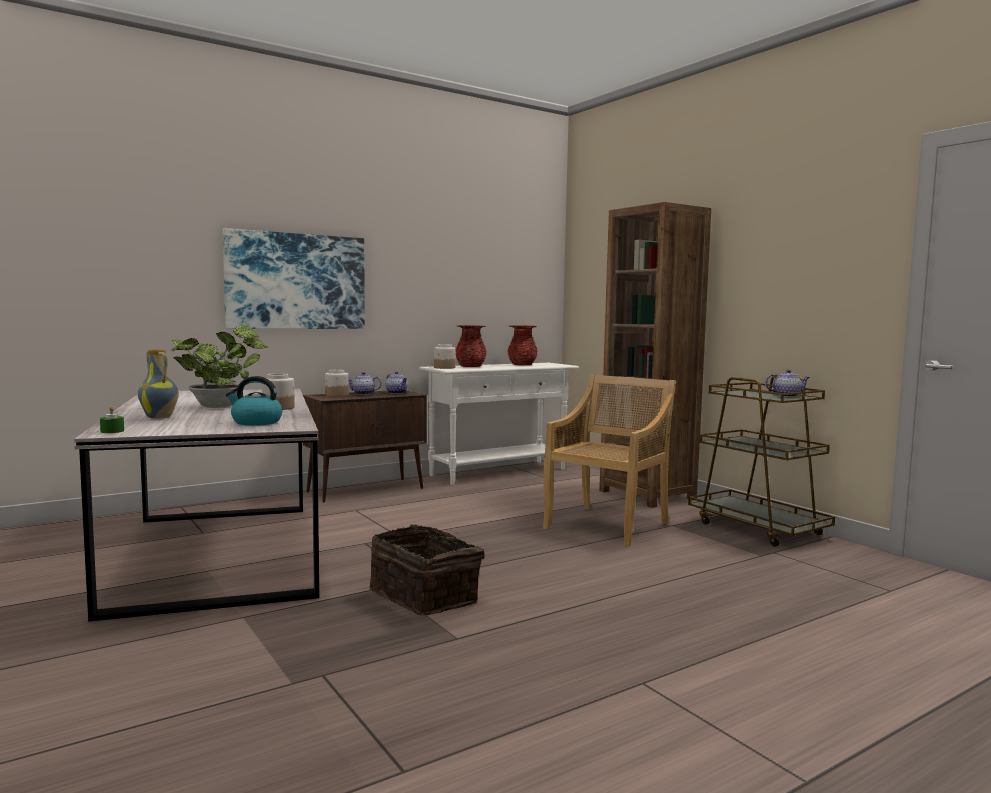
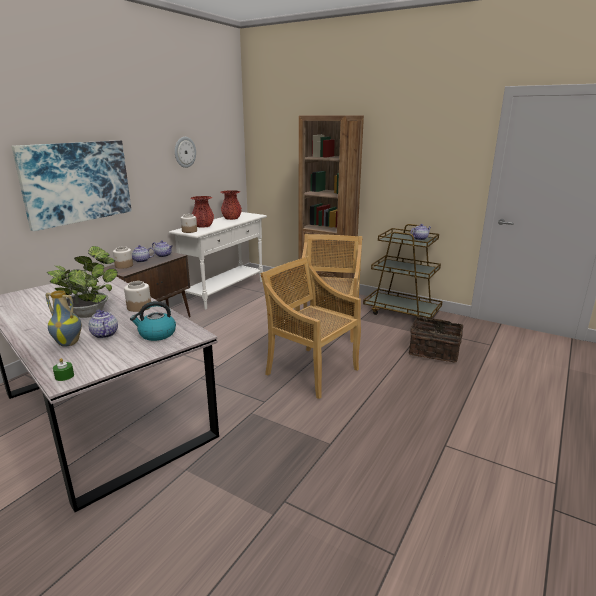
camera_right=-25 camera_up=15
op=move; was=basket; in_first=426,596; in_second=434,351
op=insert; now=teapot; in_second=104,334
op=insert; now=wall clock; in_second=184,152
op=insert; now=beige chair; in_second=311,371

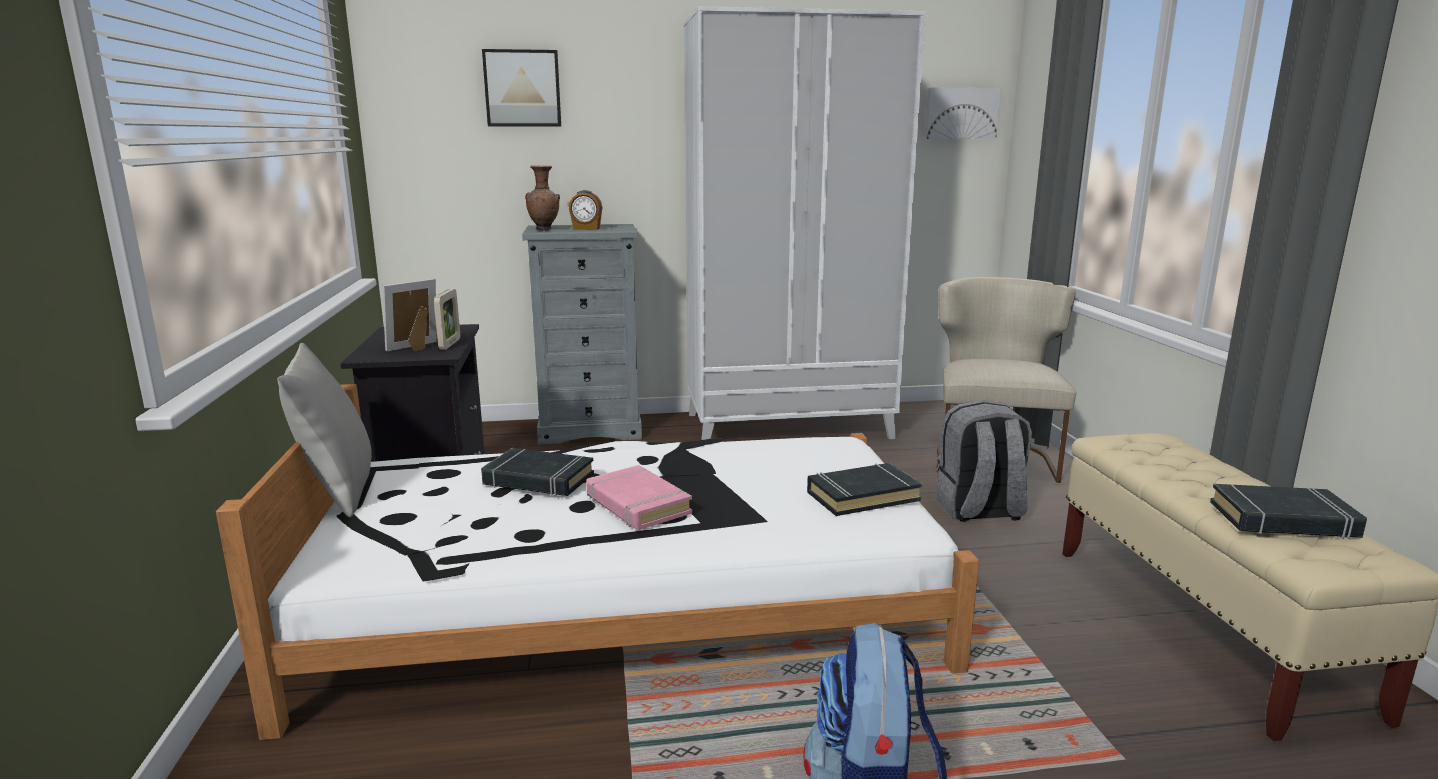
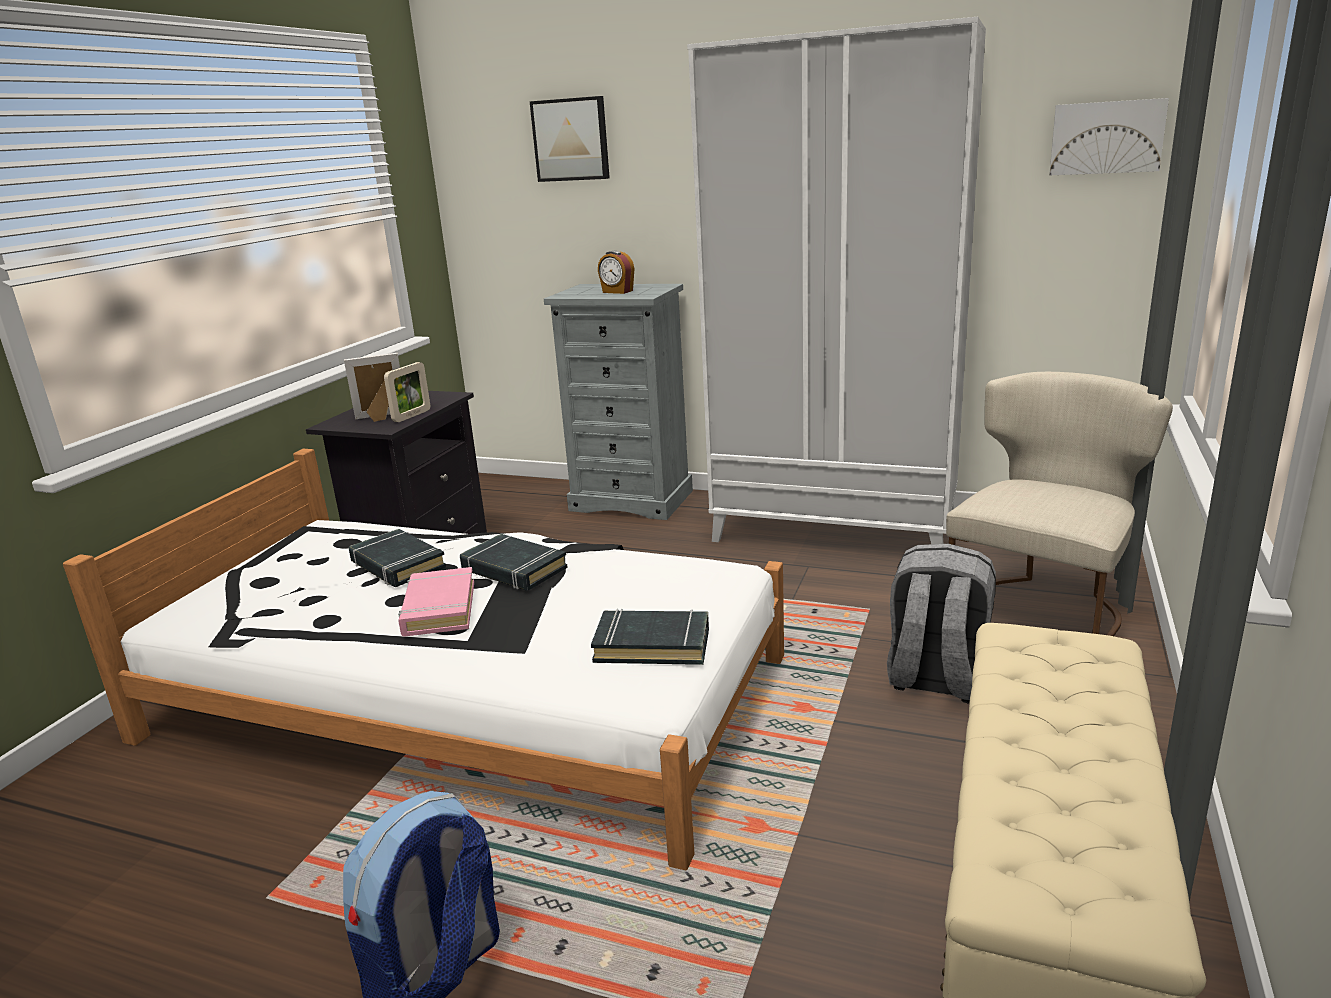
camera_right=30 camera_up=5
op=delete; was=grey pillow; in_first=337,490
op=delete; was=brown vase; in_first=544,229
op=move; was=black book; in_first=1283,520; in_second=513,569

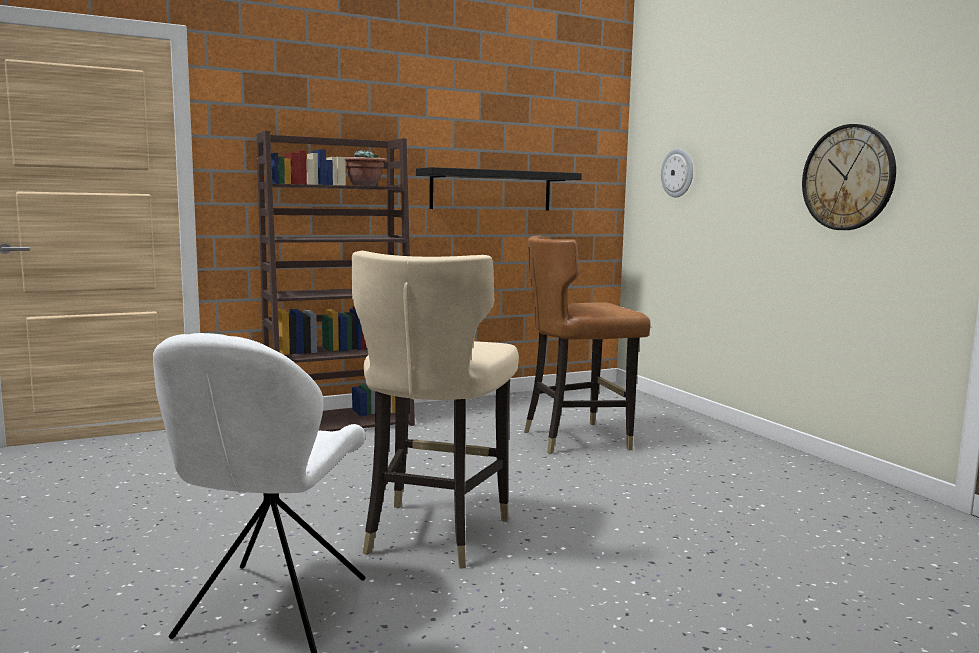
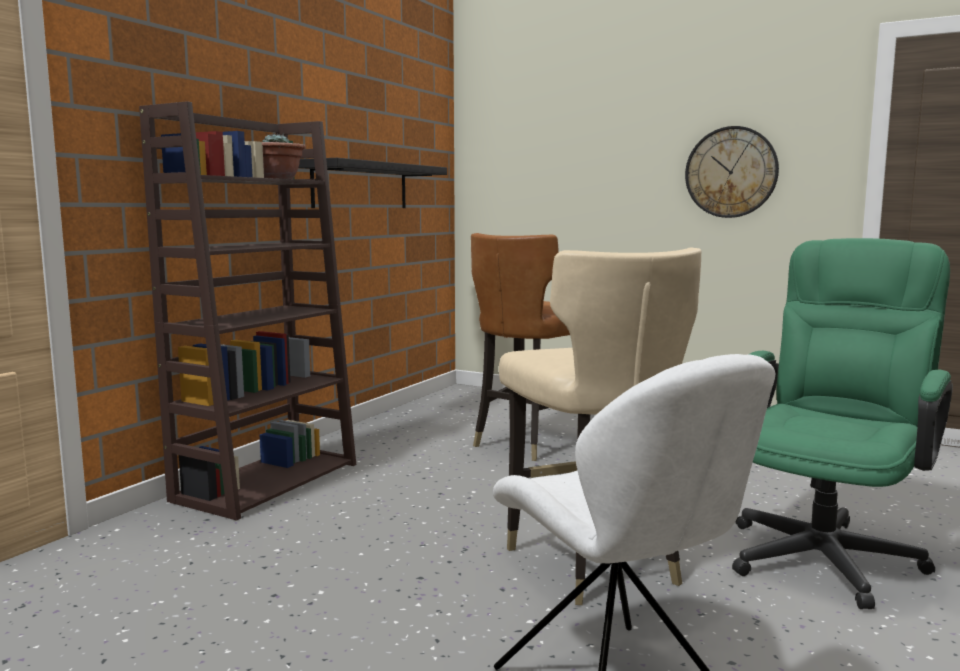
camera_right=-35 camera_up=0
op=delete; was=wall clock; in_first=678,173
op=insert; now=green office chair; in_second=827,551

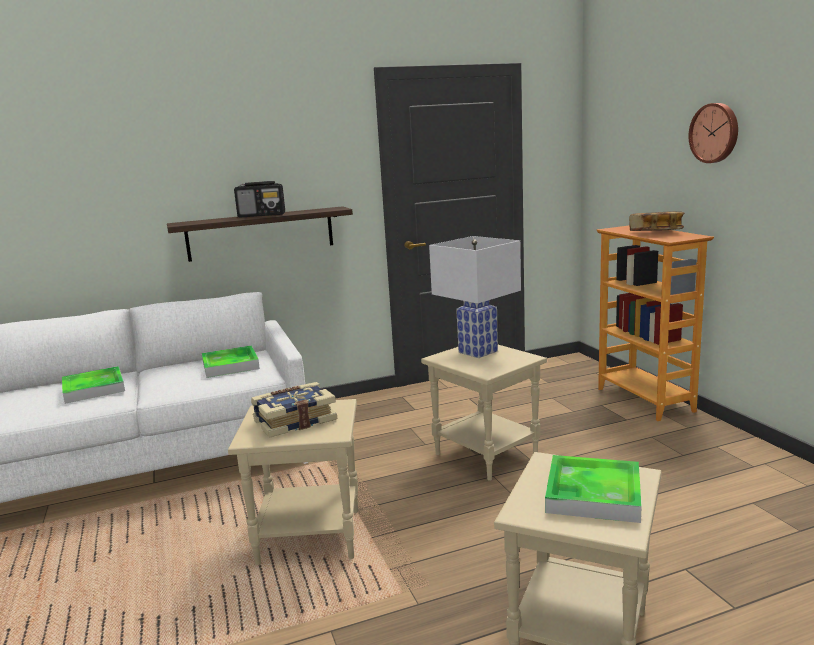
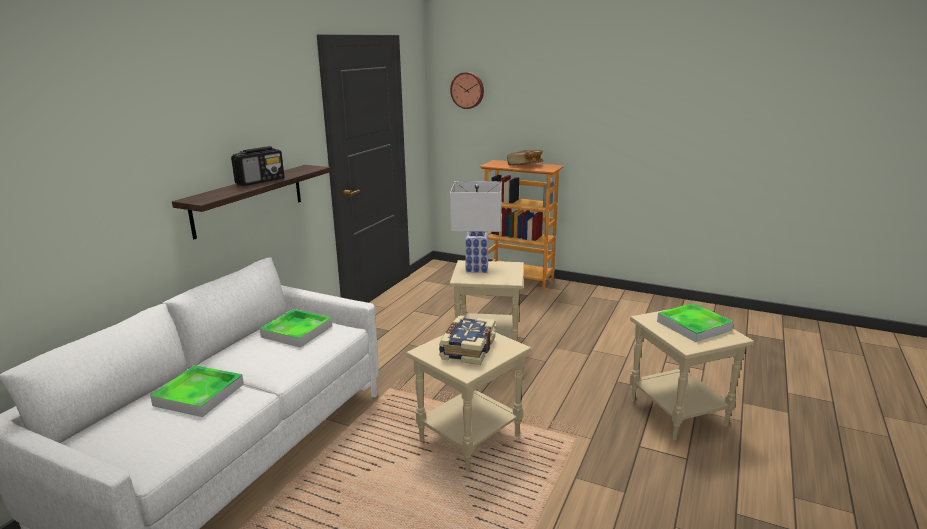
camera_right=-45 camera_up=5
op=move; was=wall clock; in_first=715,133; in_second=467,90

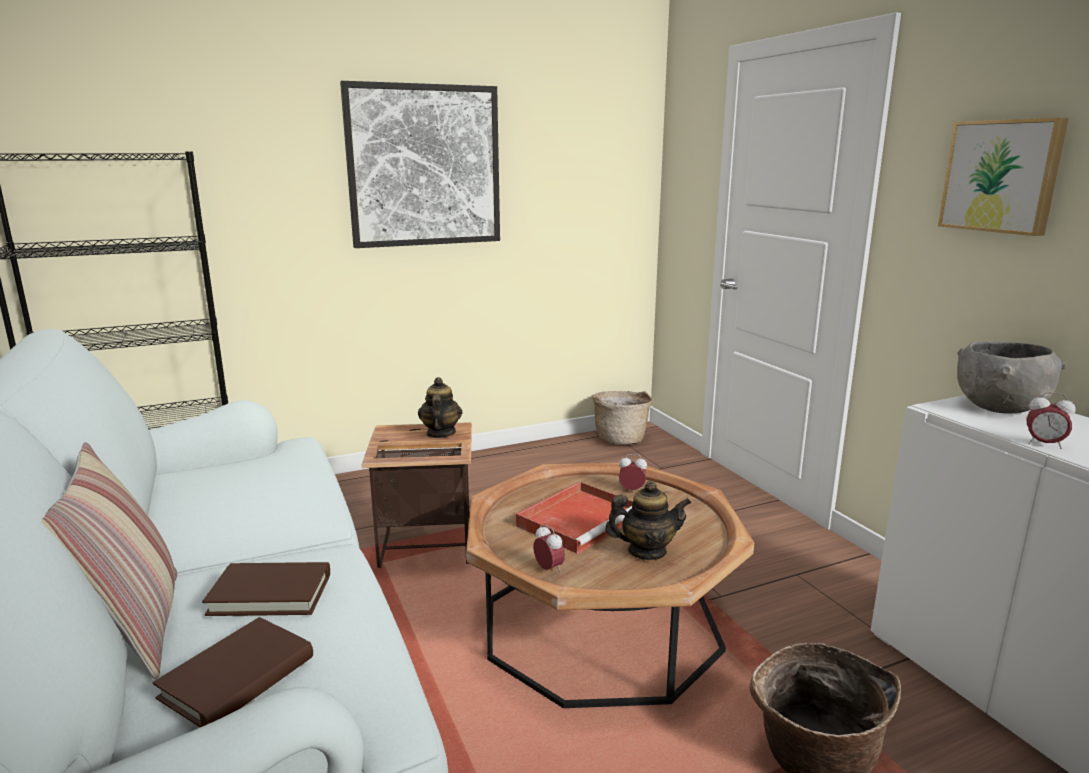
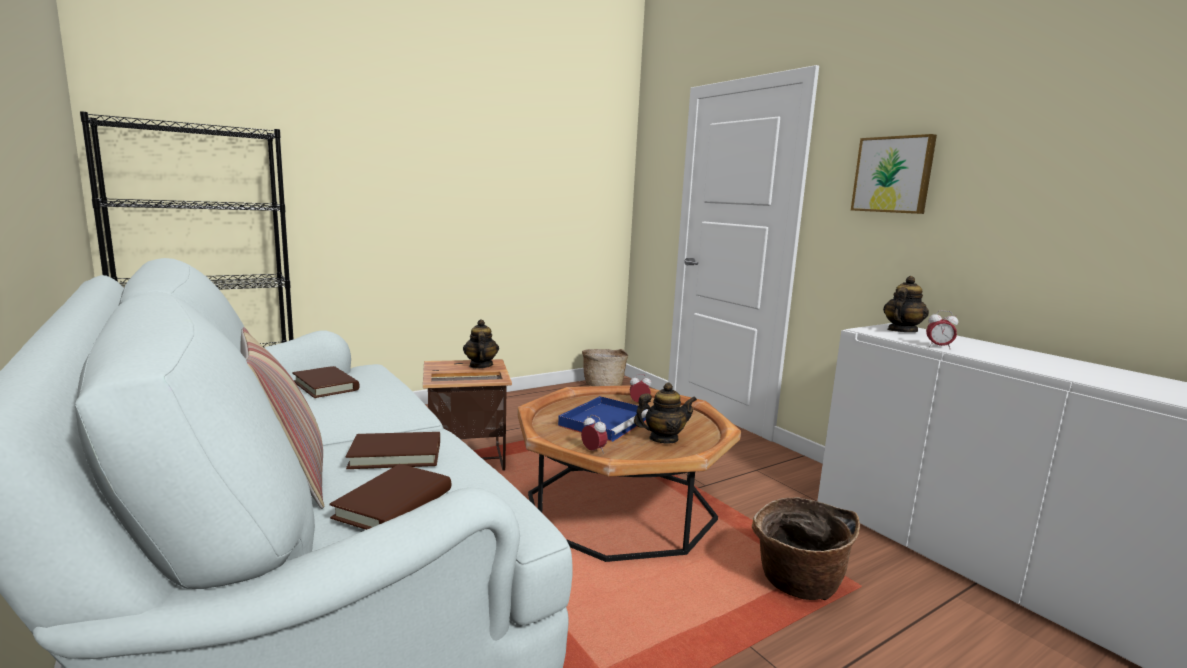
camera_right=-10 camera_up=-5
op=delete; was=picture; in_first=424,166
op=recolor; was=red tray; now=blue tray; in_first=579,520; in_second=606,421
op=replace; was=grey bowl; now=teapot; in_first=999,408; in_second=901,330
op=insert; now=brown book; in_second=326,386

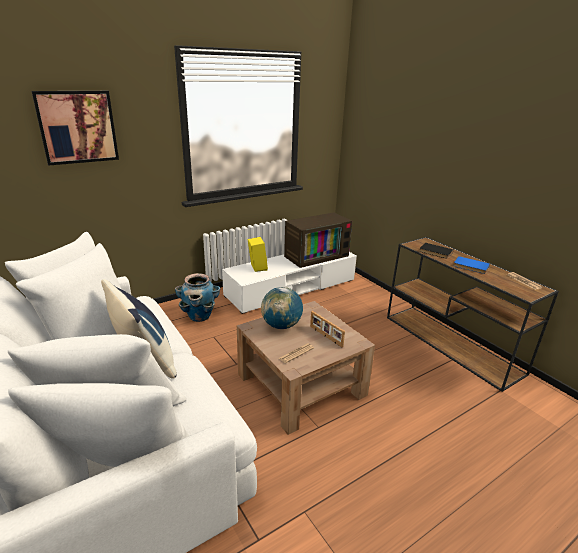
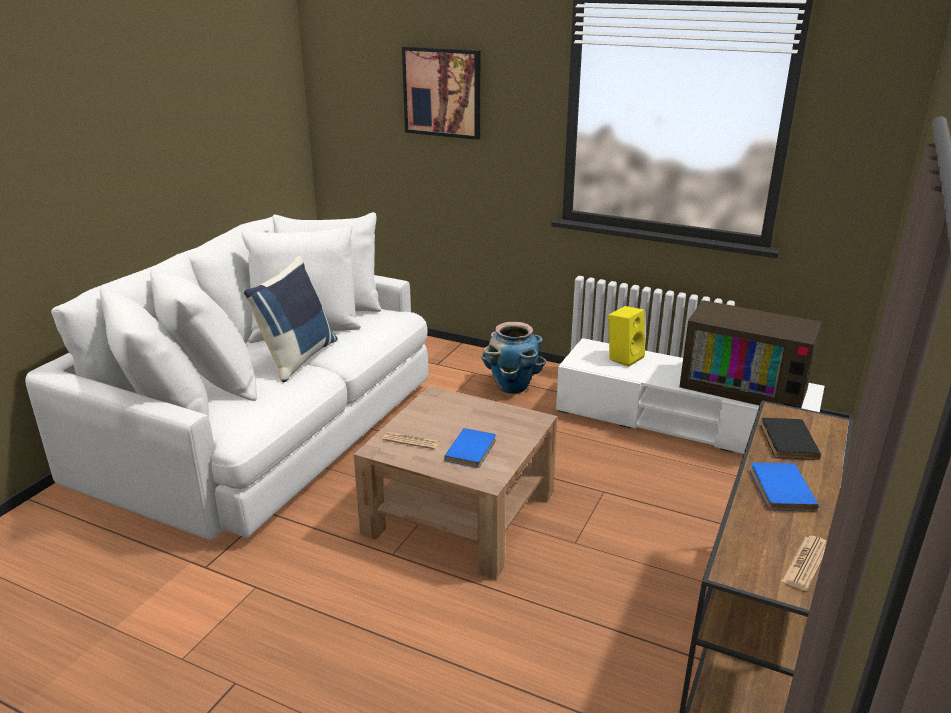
camera_right=60 camera_up=0
op=delete; was=globe; in_first=281,325
op=replace; was=picture frame; now=blue book; in_first=325,336; in_second=472,450

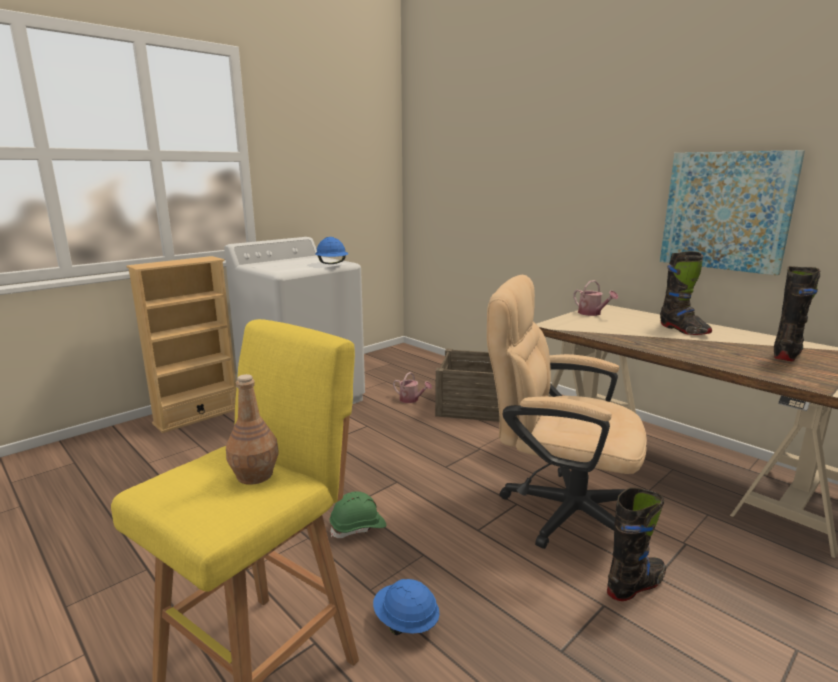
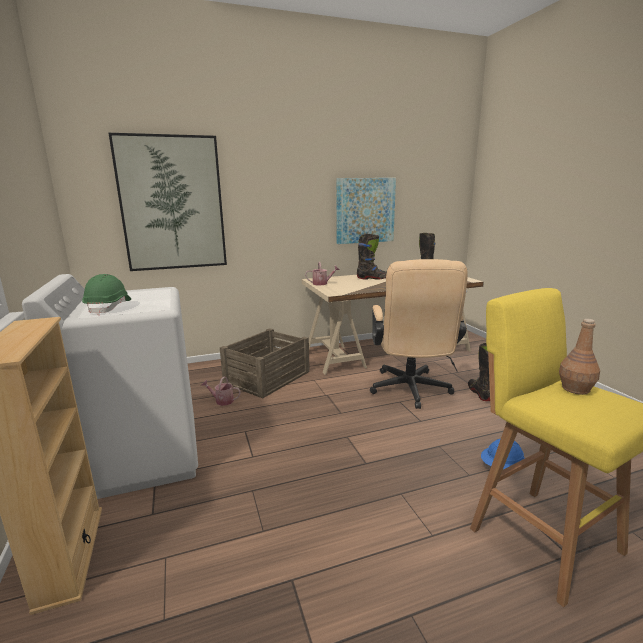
camera_right=-65 camera_up=0
op=delete; was=blue hard hat; in_first=332,264
op=move; was=green hard hat; in_first=358,527; in_second=109,307
op=rotate; was=watering can; in_first=411,400; in_second=222,401; clockwise=-135
op=rotate; was=beige office chair; in_first=558,508; in_second=411,391; clockwise=-45
op=insert; now=picture; in_second=172,204

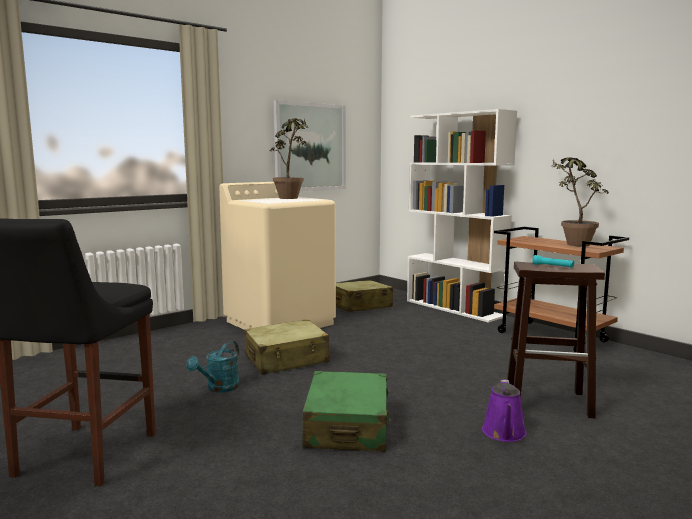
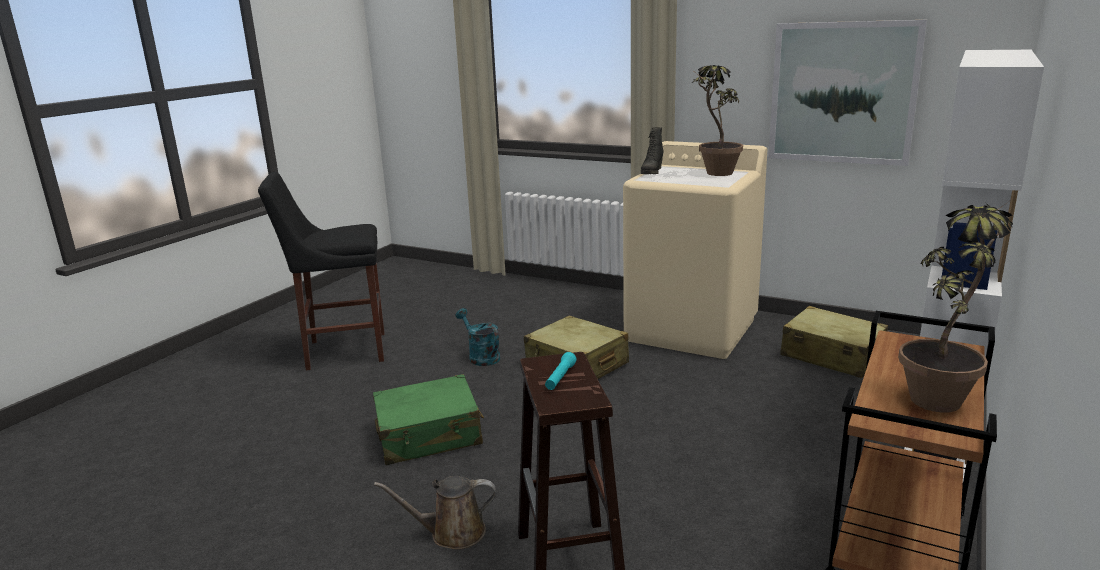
camera_right=70 camera_up=10
op=rotate; was=turquoise watering can; in_first=219,388; in_second=481,356; clockwise=45
op=recolor; was=purple watering can; now=brown watering can; in_first=504,434; in_second=452,533
op=insert; now=black boot; in_second=651,172

